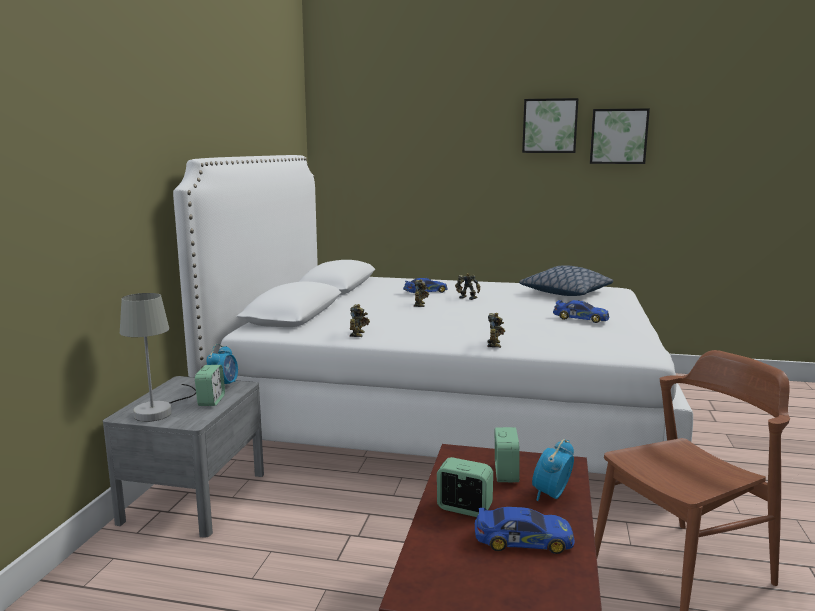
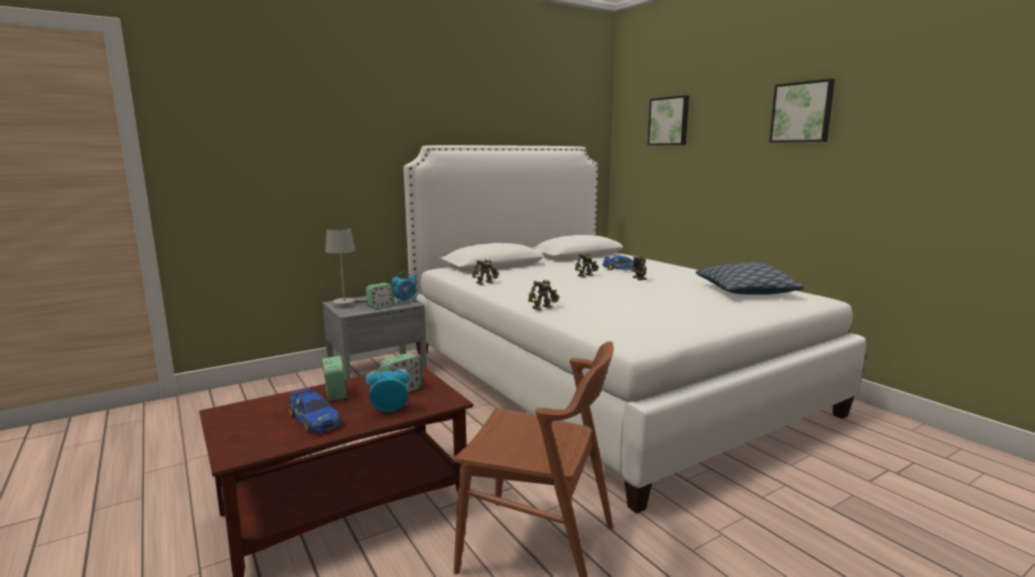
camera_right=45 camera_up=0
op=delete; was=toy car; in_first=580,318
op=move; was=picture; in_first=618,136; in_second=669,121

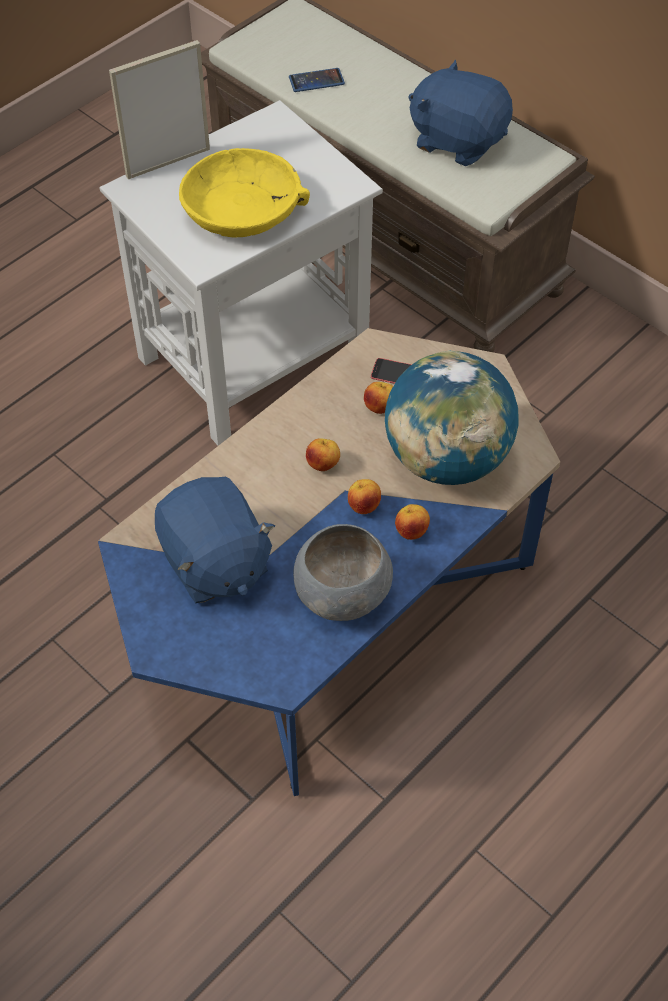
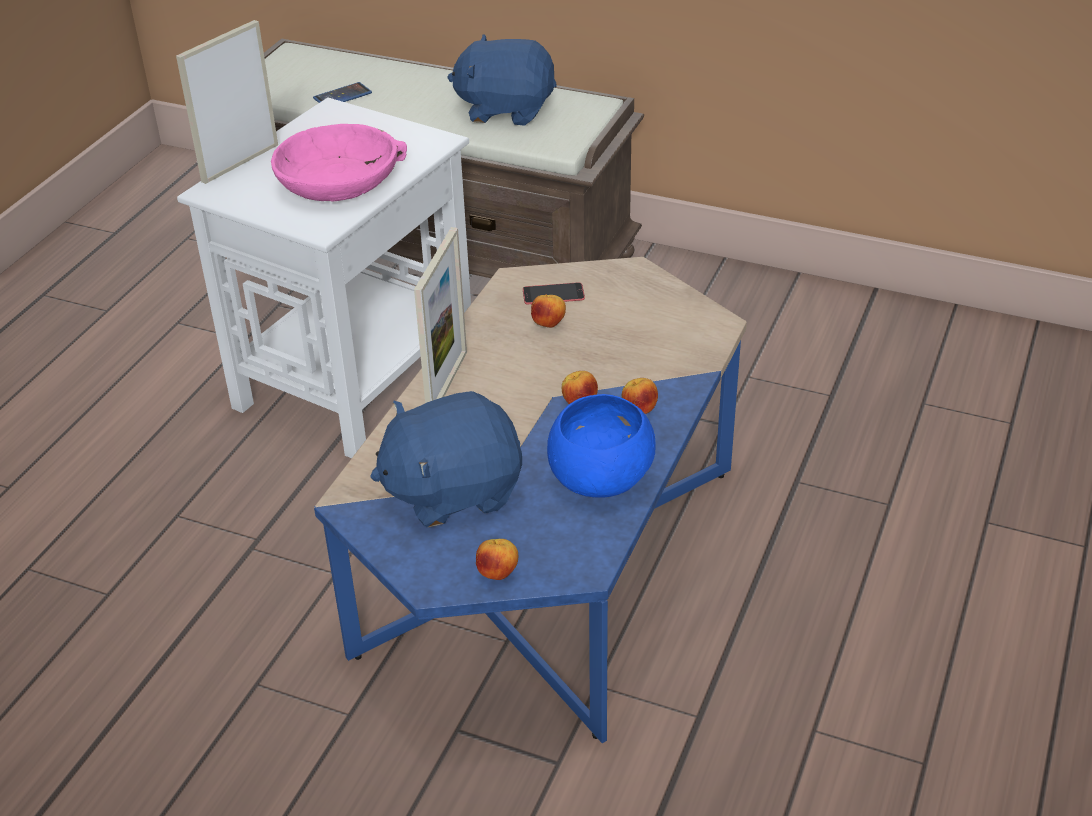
camera_right=-20 camera_up=-15
op=rotate; was=blue plush toy; in_first=214,563; in_second=452,490; clockwise=120
op=recolor; was=yellow bowl; now=pink bowl; in_first=242,209; in_second=338,180
op=recolor; was=grey bowl; now=blue bowl; in_first=340,593; in_second=598,478
op=move; was=apple; in_first=323,464; in_second=498,573
op=delete; was=globe; in_first=446,459
op=insert; now=picture frame; in_second=447,383

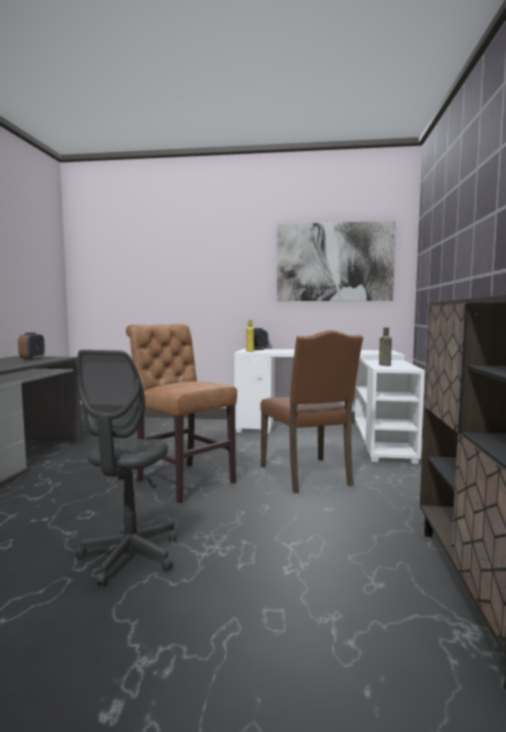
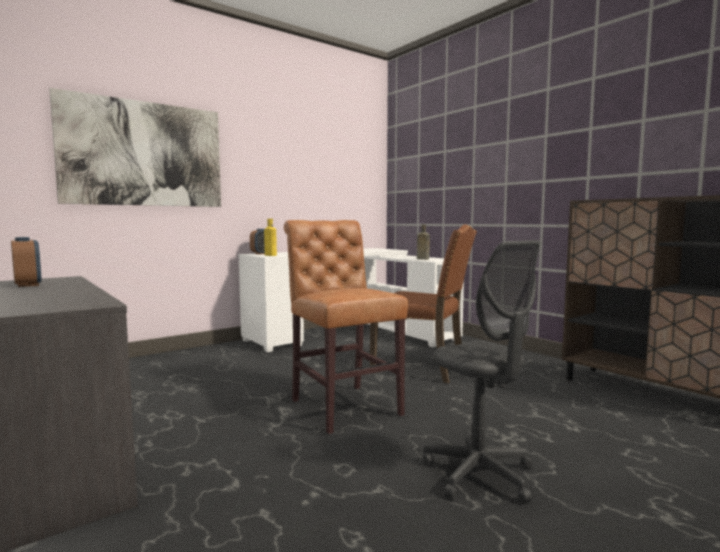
camera_right=-45 camera_up=0
op=rotate; was=brown chair; in_first=182,480; in_second=342,405; clockwise=60
op=move; was=picture; in_first=334,262; in_second=144,154

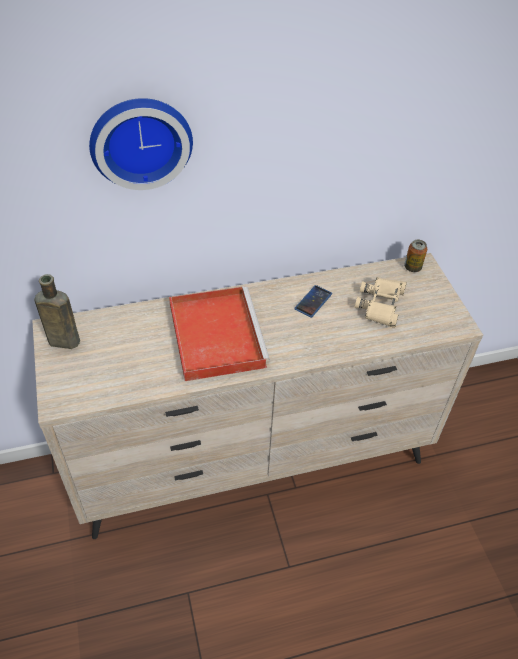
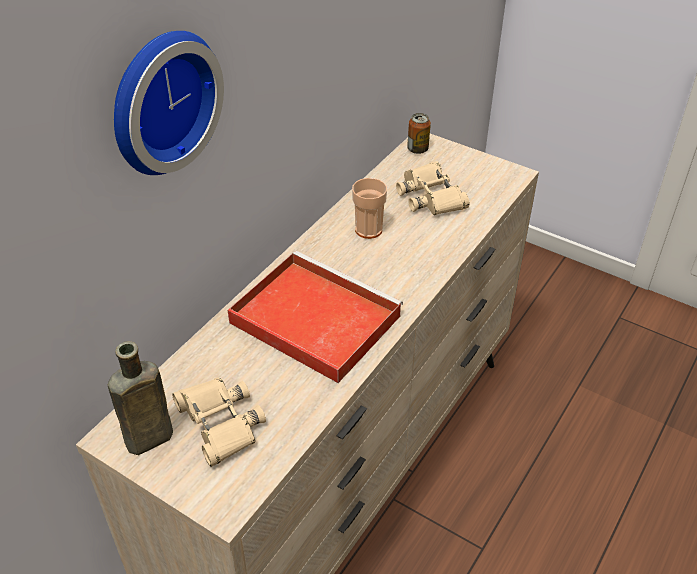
camera_right=-40 camera_up=-5
op=replace; was=phone; now=cup; in_first=313,301; in_second=368,230
op=insert; now=beige binoculars; in_second=220,423

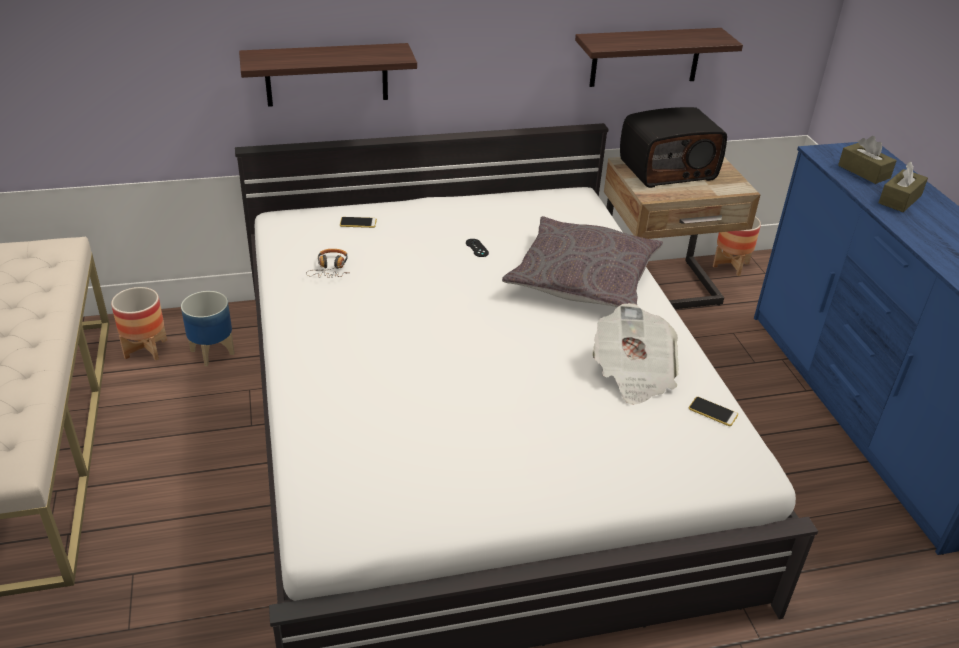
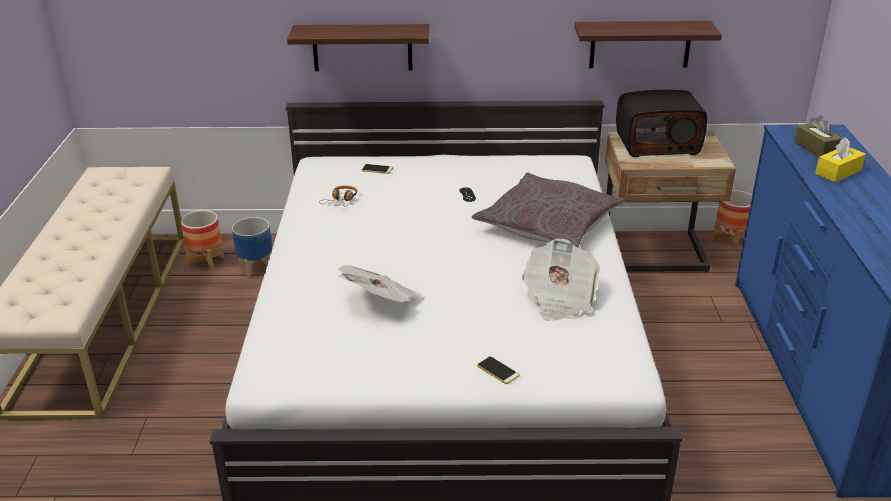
camera_right=15 camera_up=-5
op=move; was=phone; in_first=713,412; in_second=498,370
op=recolor; was=brown tissue box; now=yellow tissue box; in_first=900,199; in_second=838,172
op=insert; now=newspaper; in_second=381,302

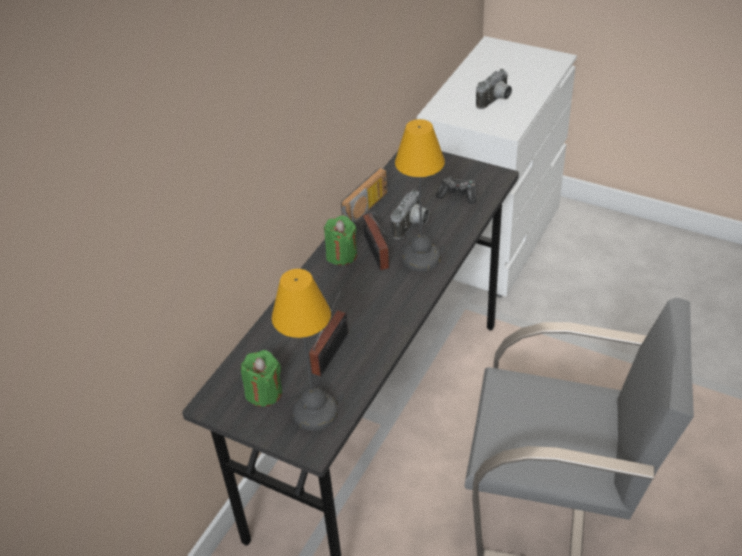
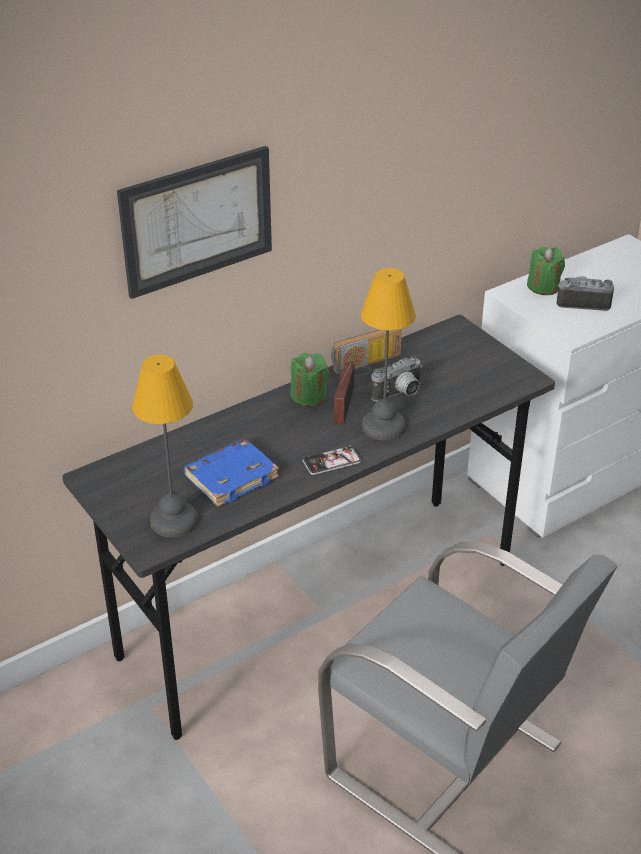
camera_right=25 camera_up=-5
op=move; was=green candle; in_first=264,393; in_second=543,287
op=replace; was=radio; now=blue book; in_first=333,351; in_second=231,476
op=delete; was=game controller; in_first=458,195
op=rotate; was=photo camera; in_first=496,101; in_second=583,302; clockwise=-150
op=insert; now=picture; in_second=197,221
op=insert; now=phone; in_second=331,461

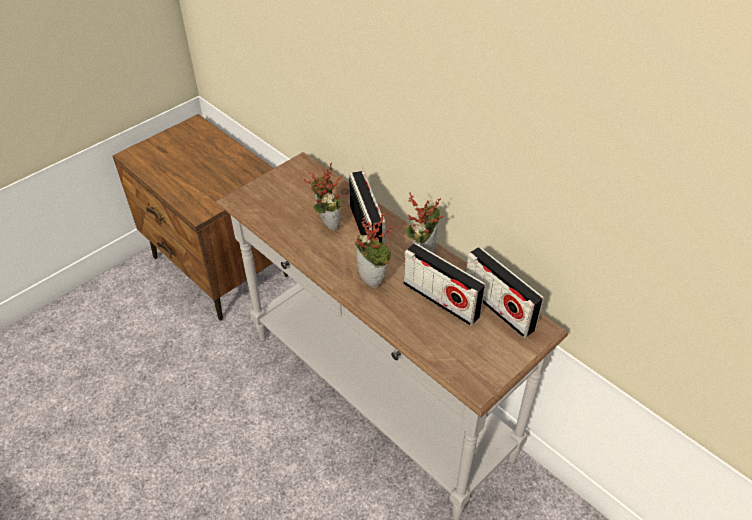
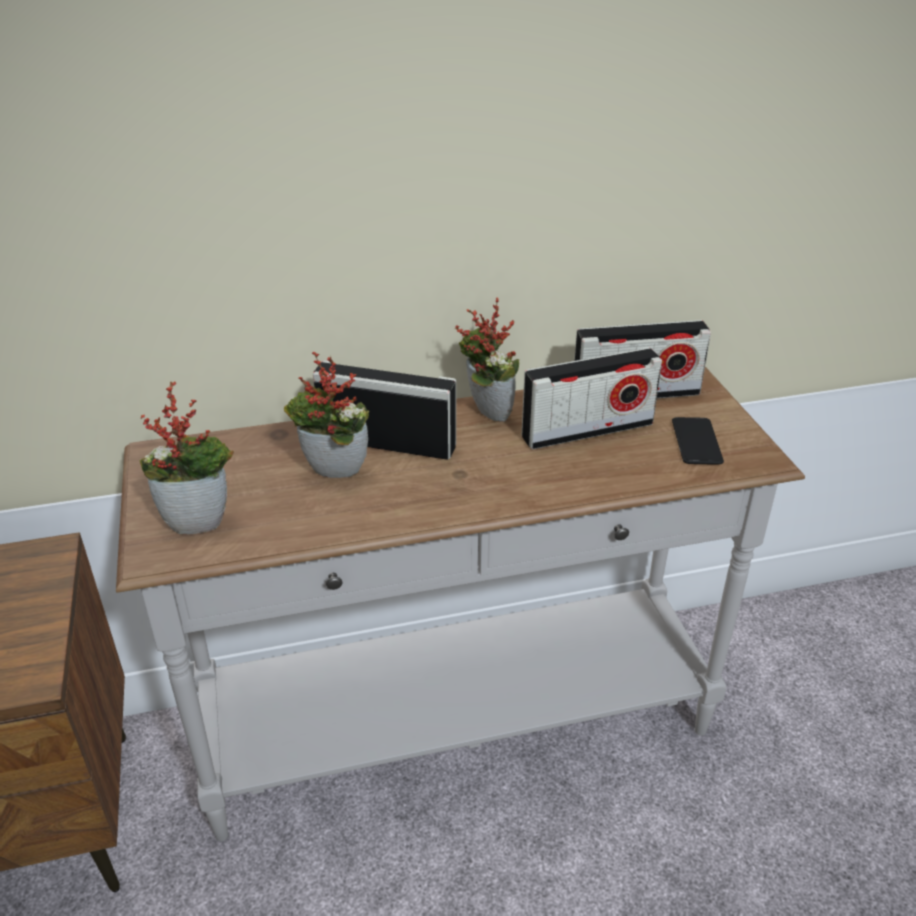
camera_right=-60 camera_up=-10
op=move; was=potted plant; in_first=374,279; in_second=200,521
op=insert; now=phone; in_second=696,442

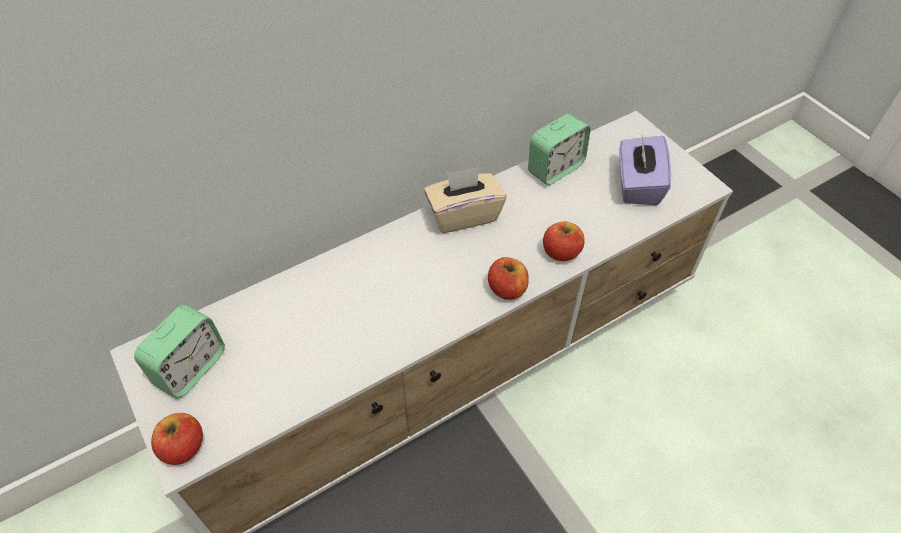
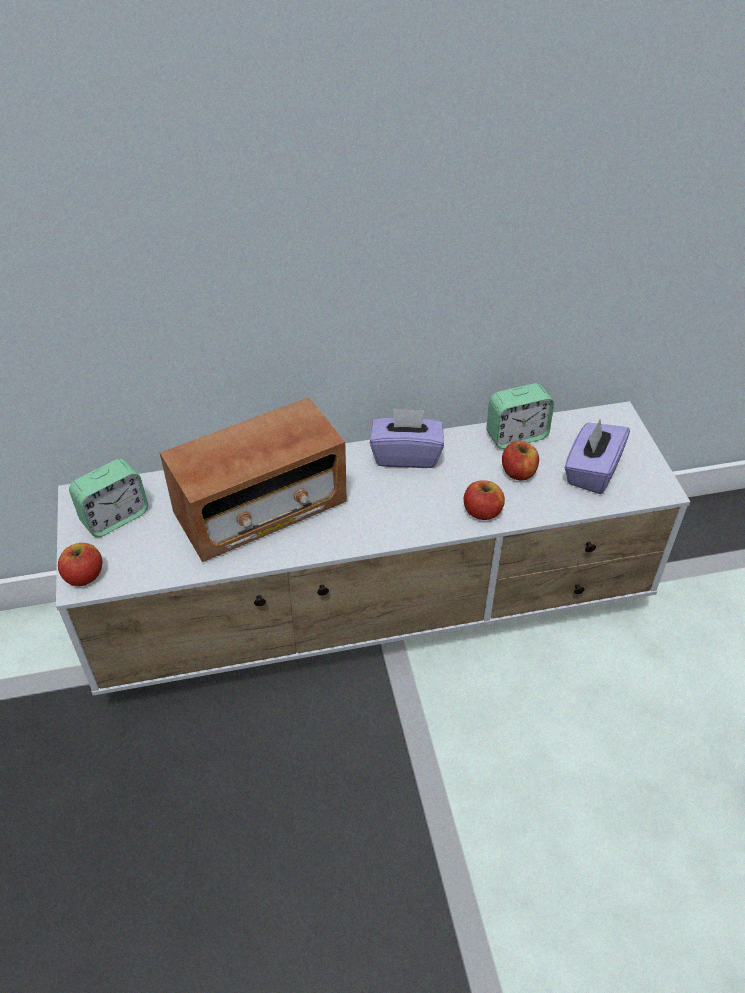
camera_right=20 camera_up=-5
op=recolor; was=beige tissue box; now=purple tissue box; in_first=463,215; in_second=406,455
op=move; was=apple; in_first=507,289; in_second=518,472
op=insert; now=radio; in_second=261,510

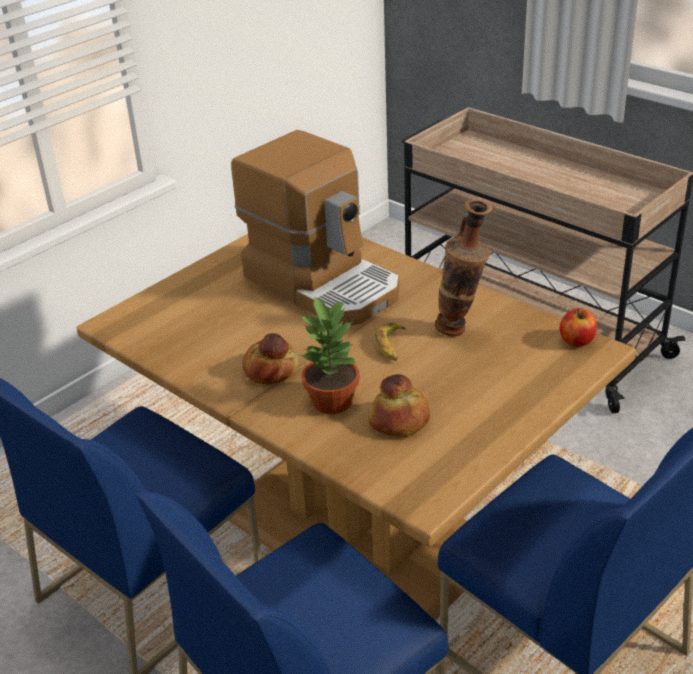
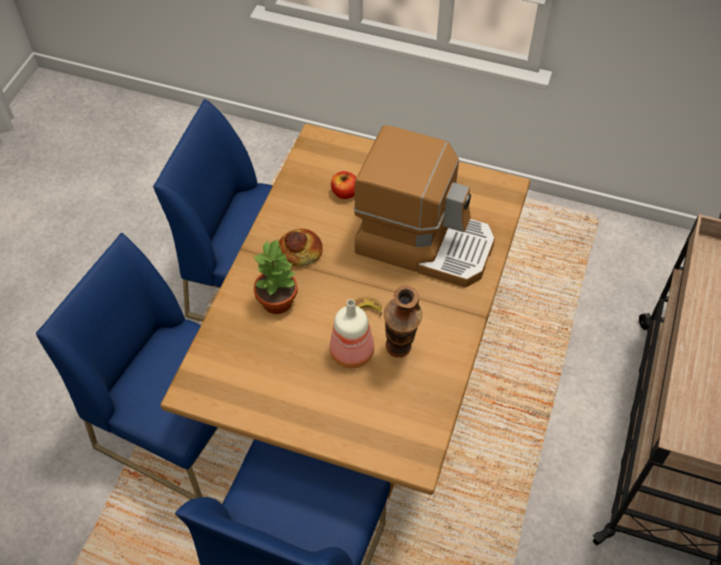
camera_right=65 camera_up=20
op=rotate; was=coffee machine; in_first=324,283; in_second=424,242; clockwise=-90
op=delete; was=bread; in_first=400,420
op=move; was=apple; in_first=577,341; in_second=344,193
op=insert; now=bottle; in_second=352,351

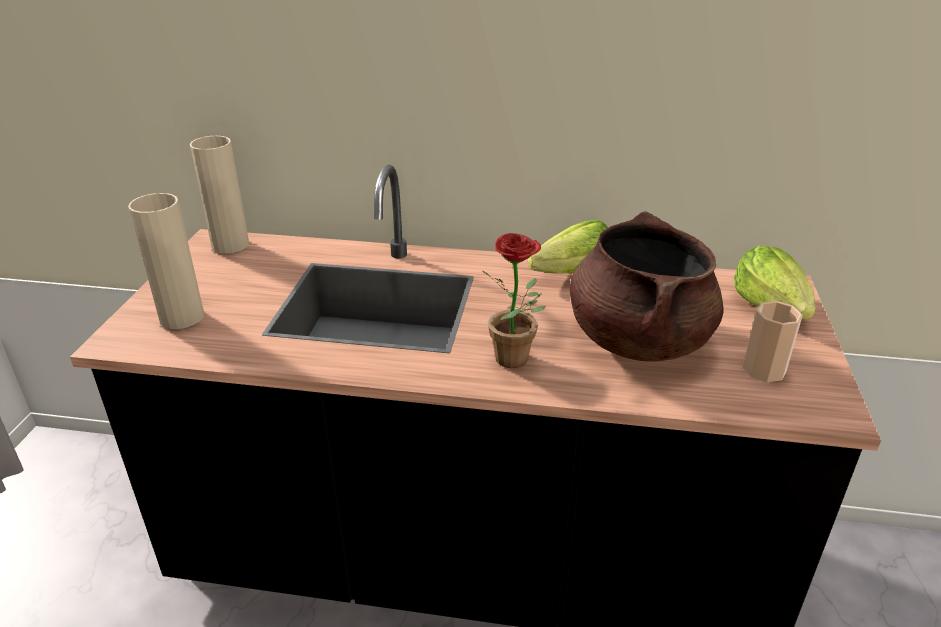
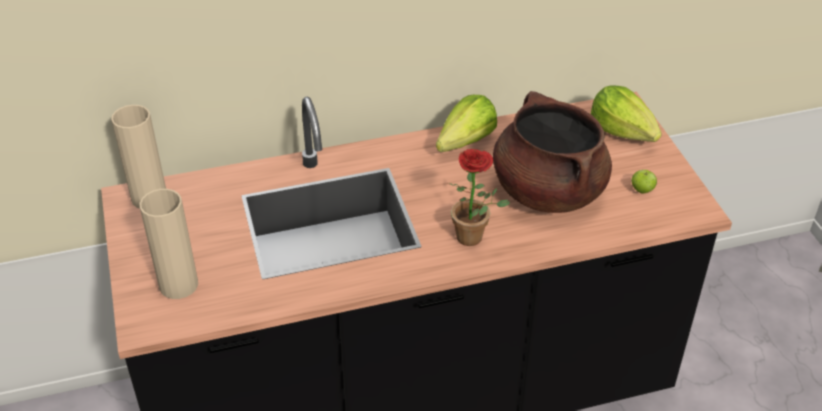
camera_right=-25 camera_up=10
op=replace; was=cup; now=apple; in_first=764,370; in_second=642,190

